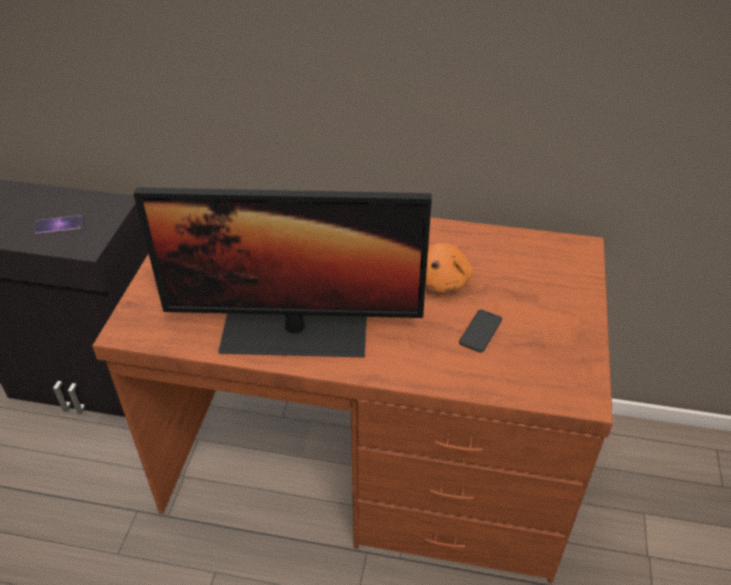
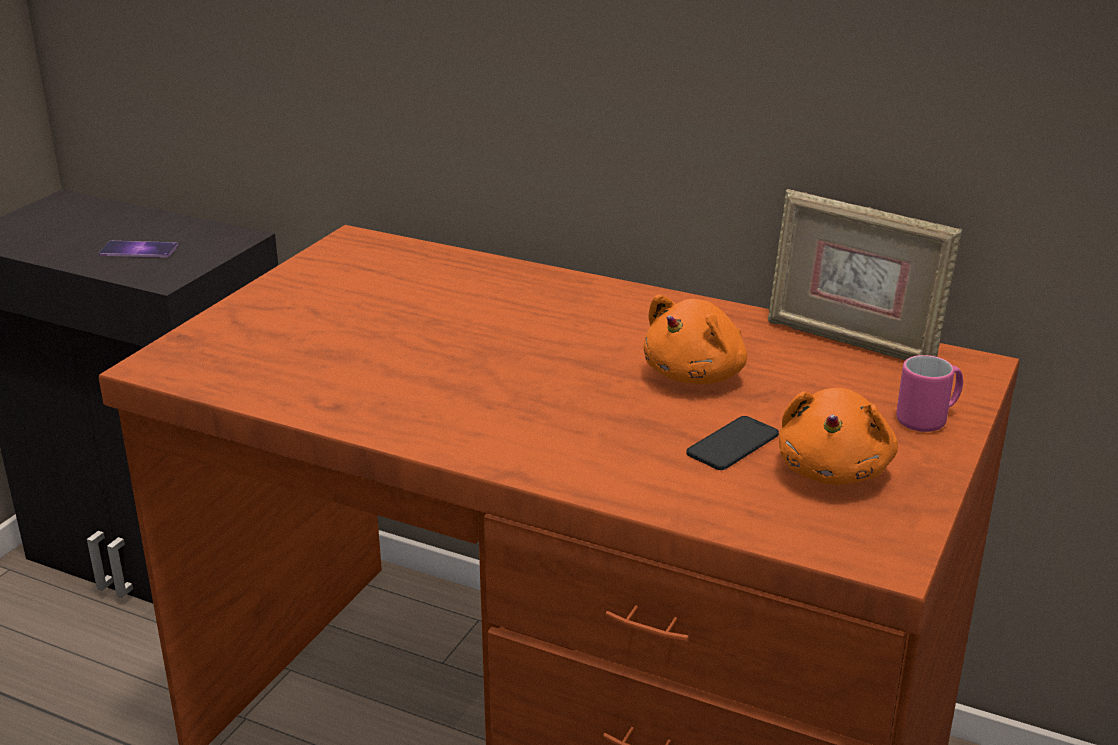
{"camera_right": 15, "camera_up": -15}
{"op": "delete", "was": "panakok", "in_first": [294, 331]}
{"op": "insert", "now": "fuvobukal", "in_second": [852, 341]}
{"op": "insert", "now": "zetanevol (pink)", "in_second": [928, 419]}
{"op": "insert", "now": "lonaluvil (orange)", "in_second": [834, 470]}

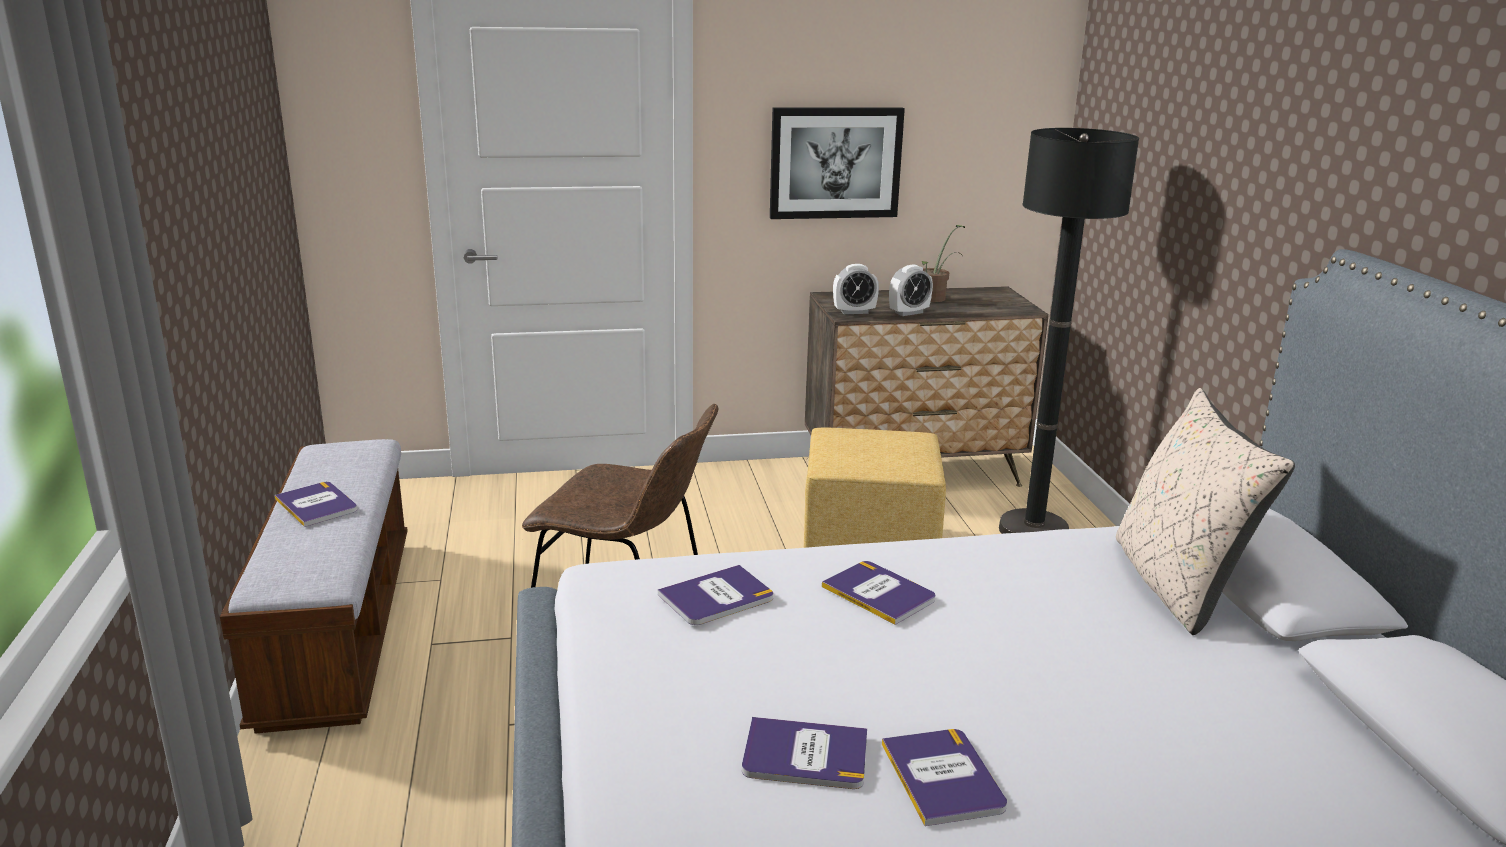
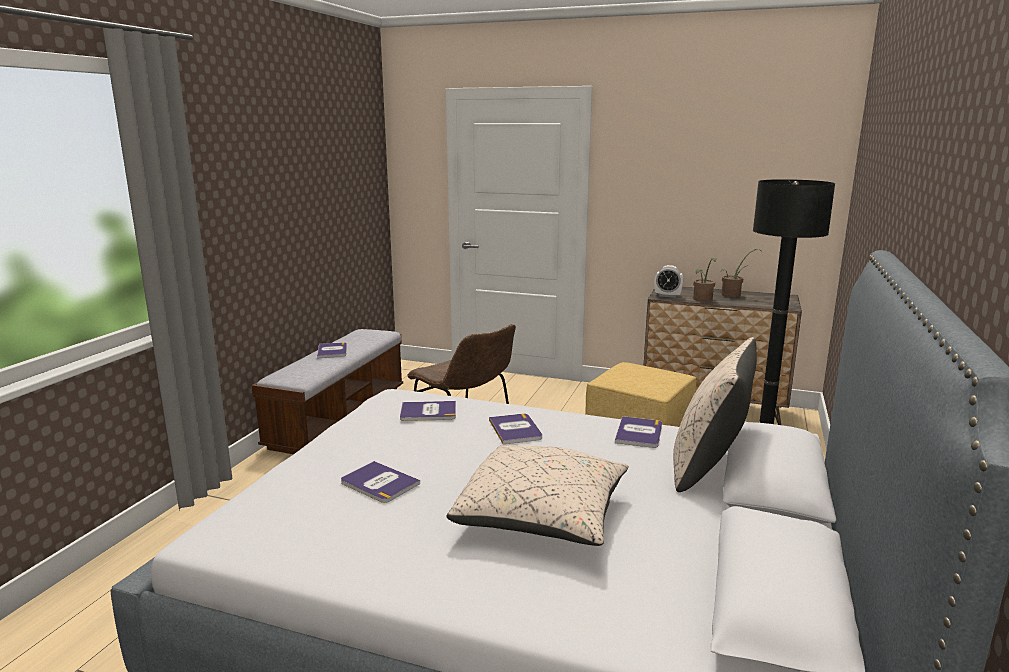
{"camera_right": 30, "camera_up": -5}
{"op": "delete", "was": "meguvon", "in_first": [835, 163]}
{"op": "replace", "was": "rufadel", "now": "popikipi", "in_first": [909, 313], "in_second": [702, 300]}
{"op": "move", "was": "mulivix", "in_first": [943, 777], "in_second": [639, 433]}
{"op": "insert", "now": "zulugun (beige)", "in_second": [542, 517]}

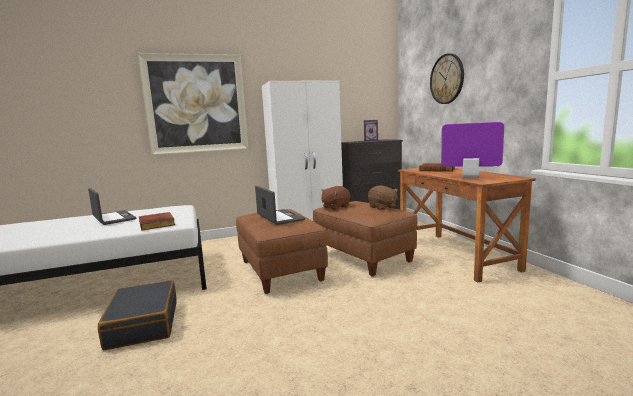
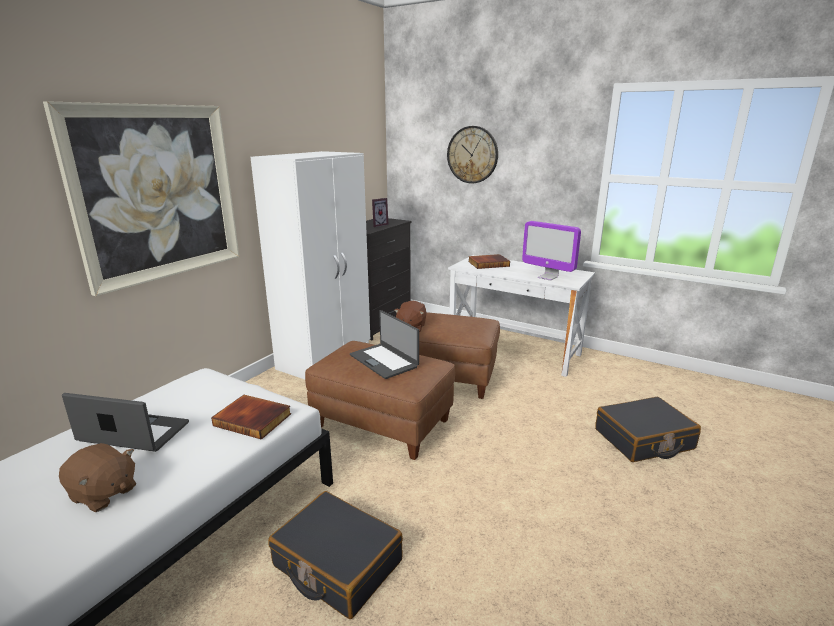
{"camera_right": -40, "camera_up": 10}
{"op": "rotate", "was": "panakok", "in_first": [470, 177], "in_second": [547, 277], "clockwise": -120}
{"op": "recolor", "was": "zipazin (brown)", "now": "zipazin (white)", "in_first": [455, 255], "in_second": [514, 351]}
{"op": "move", "was": "lonaluvil (brown)", "in_first": [382, 207], "in_second": [103, 494]}
{"op": "rotate", "was": "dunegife", "in_first": [279, 217], "in_second": [384, 361], "clockwise": -150}
{"op": "insert", "now": "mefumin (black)", "in_second": [644, 440]}

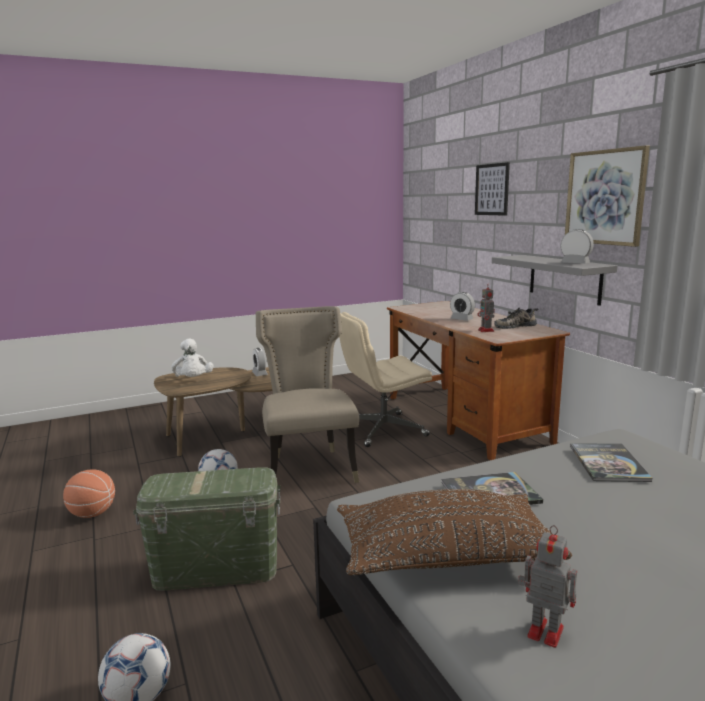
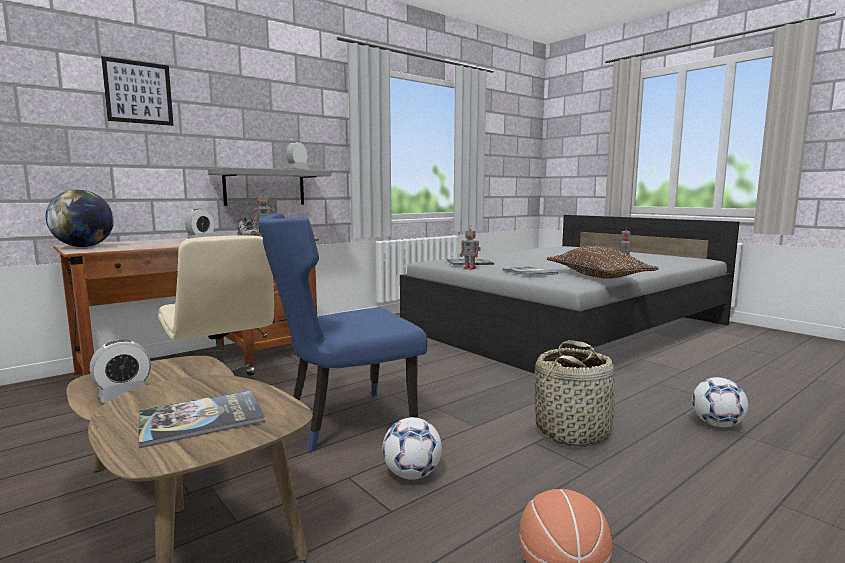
{"camera_right": -105, "camera_up": -5}
{"op": "delete", "was": "meguvon", "in_first": [605, 197]}
{"op": "recolor", "was": "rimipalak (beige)", "now": "rimipalak (blue)", "in_first": [309, 468], "in_second": [344, 423]}
{"op": "replace", "was": "lonaluvil (white)", "now": "mulivix", "in_first": [193, 380], "in_second": [201, 419]}
{"op": "replace", "was": "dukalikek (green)", "now": "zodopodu", "in_first": [216, 569], "in_second": [573, 432]}
{"op": "insert", "now": "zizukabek", "in_second": [84, 246]}
{"op": "insert", "now": "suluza", "in_second": [470, 268]}

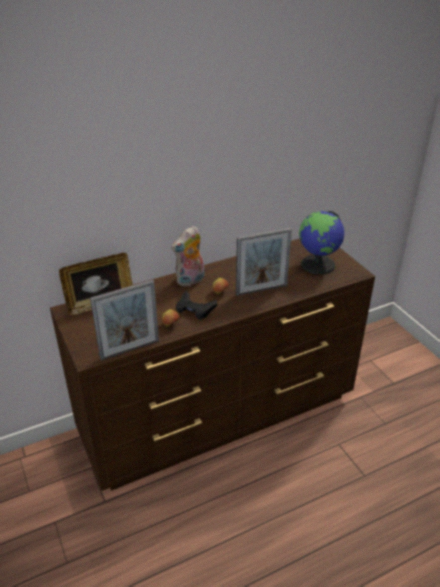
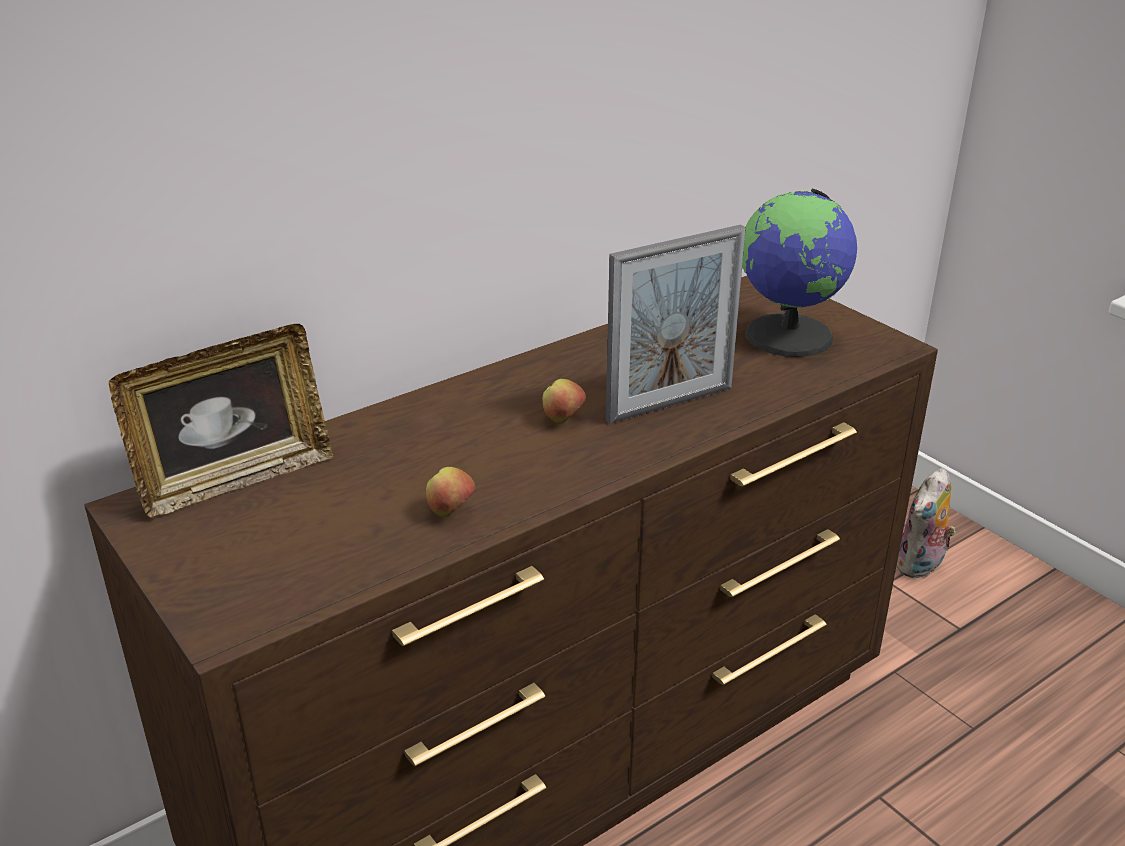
{"camera_right": -10, "camera_up": -5}
{"op": "move", "was": "lonaluvil", "in_first": [190, 281], "in_second": [921, 566]}
{"op": "delete", "was": "fuvobukal", "in_first": [130, 349]}
{"op": "delete", "was": "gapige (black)", "in_first": [195, 309]}

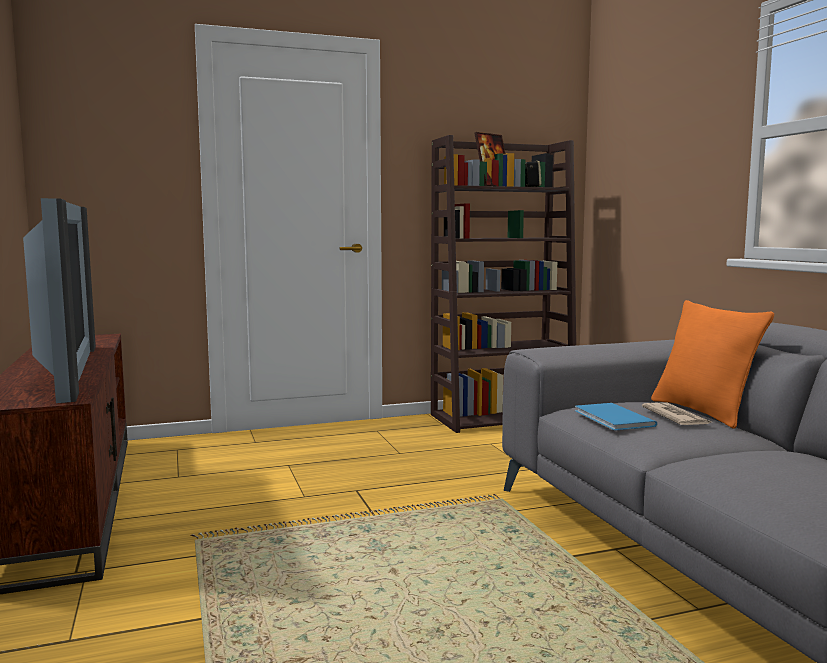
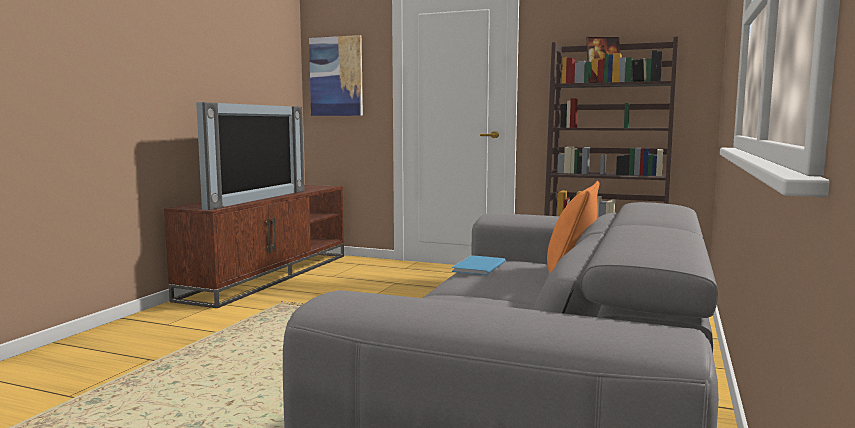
{"camera_right": 40, "camera_up": 0}
{"op": "delete", "was": "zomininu", "in_first": [676, 417]}
{"op": "insert", "now": "meguvon", "in_second": [336, 76]}

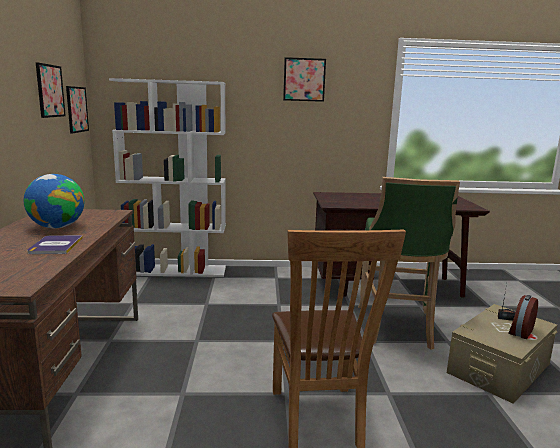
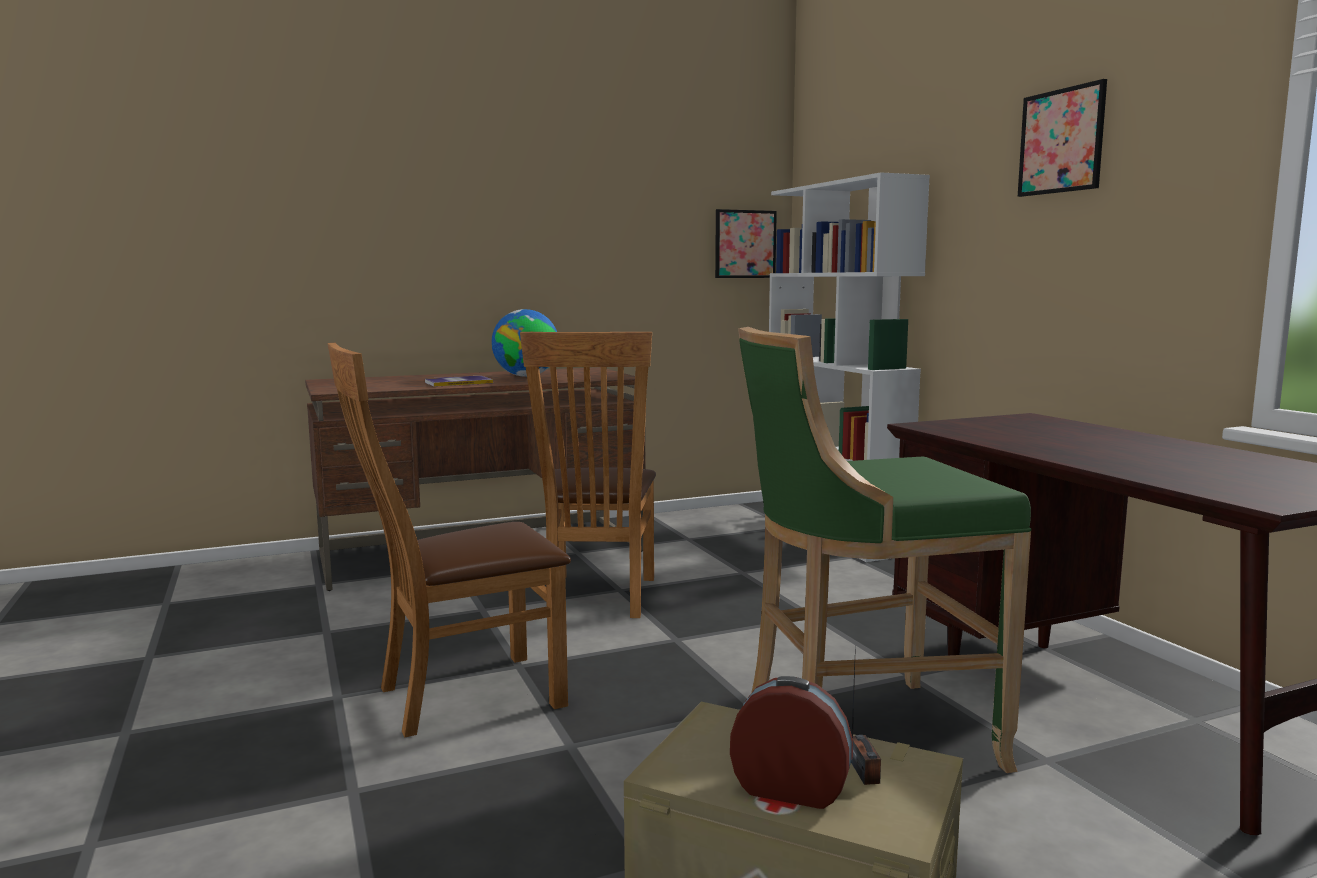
{"camera_right": 70, "camera_up": -5}
{"op": "delete", "was": "meguvon", "in_first": [50, 91]}
{"op": "insert", "now": "rimipalak (brown)", "in_second": [598, 599]}

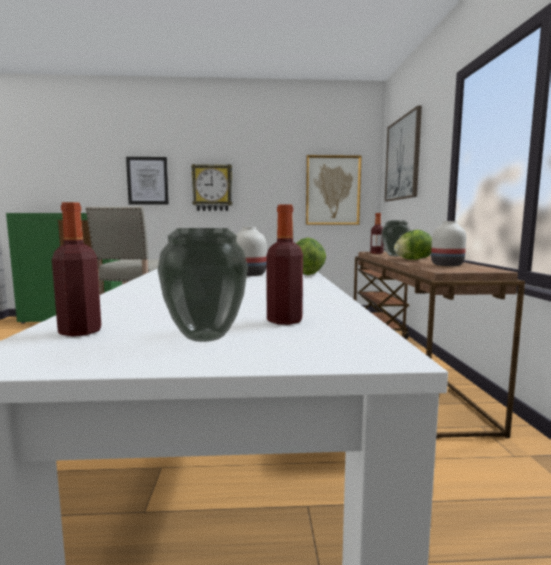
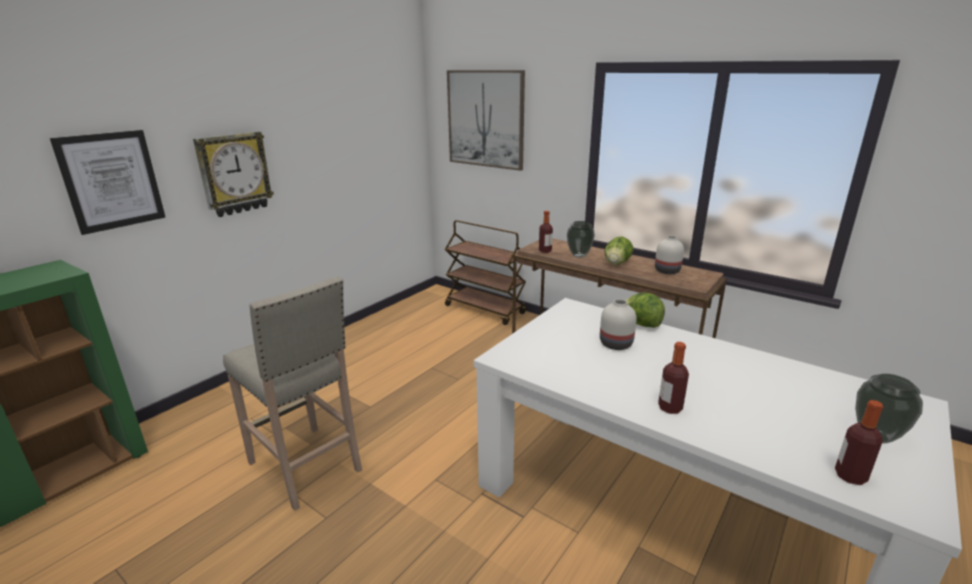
{"camera_right": -50, "camera_up": 15}
{"op": "delete", "was": "meguvon", "in_first": [332, 190]}
{"op": "move", "was": "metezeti", "in_first": [284, 321], "in_second": [670, 408]}

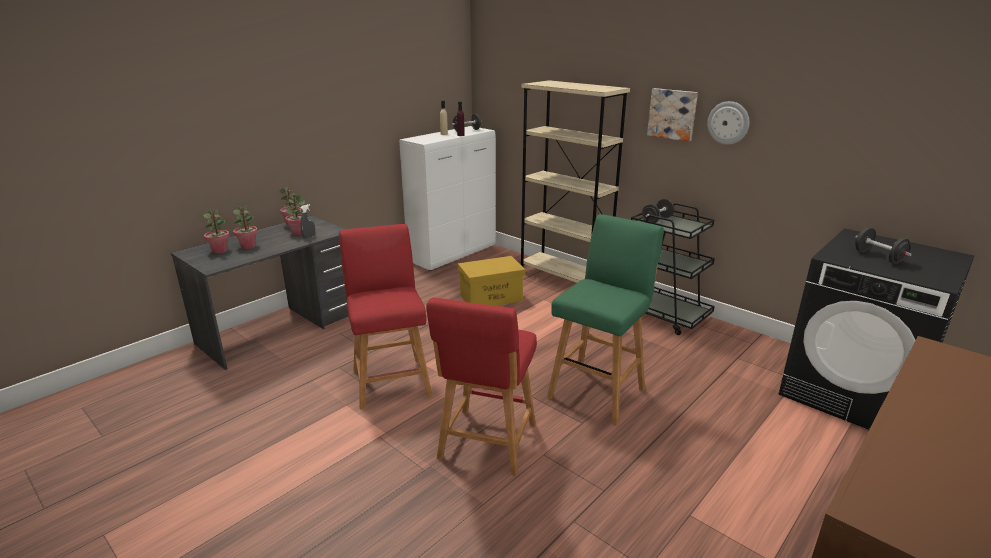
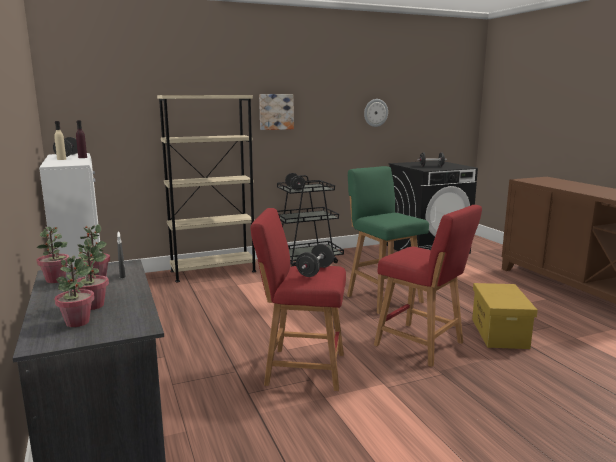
{"camera_right": -65, "camera_up": -10}
{"op": "move", "was": "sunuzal", "in_first": [728, 123], "in_second": [375, 112]}
{"op": "move", "was": "dukalikek (yellow)", "in_first": [491, 298], "in_second": [498, 333]}
{"op": "insert", "now": "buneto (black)", "in_second": [315, 271]}

